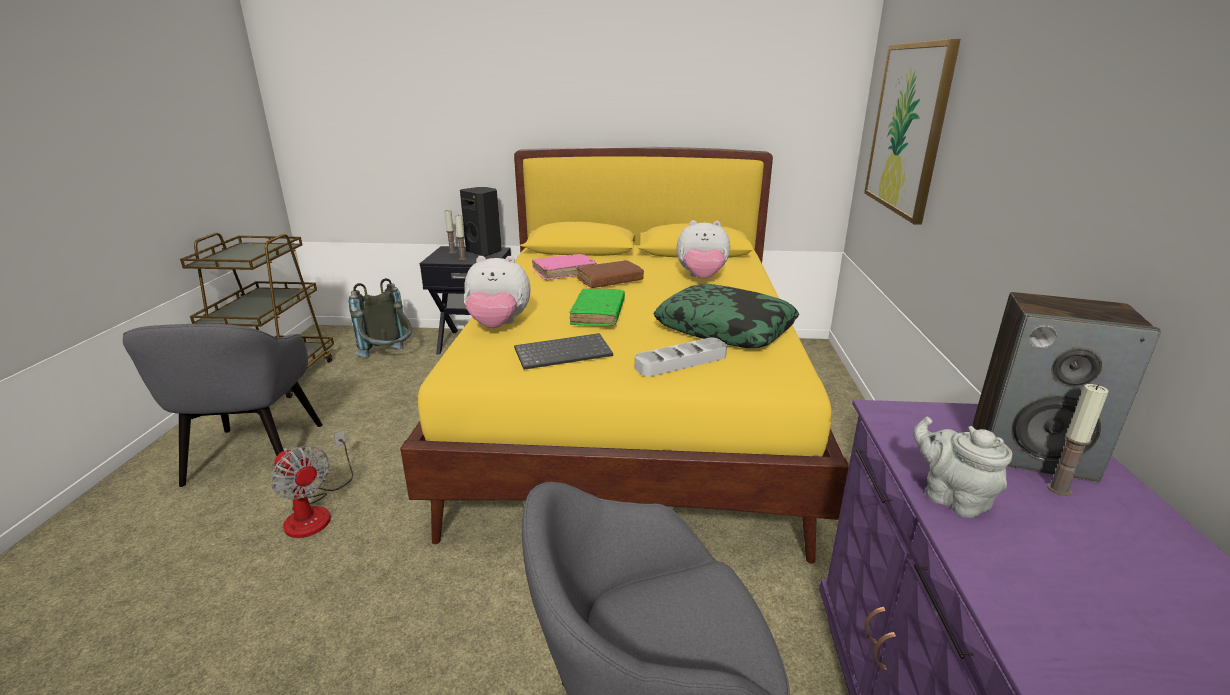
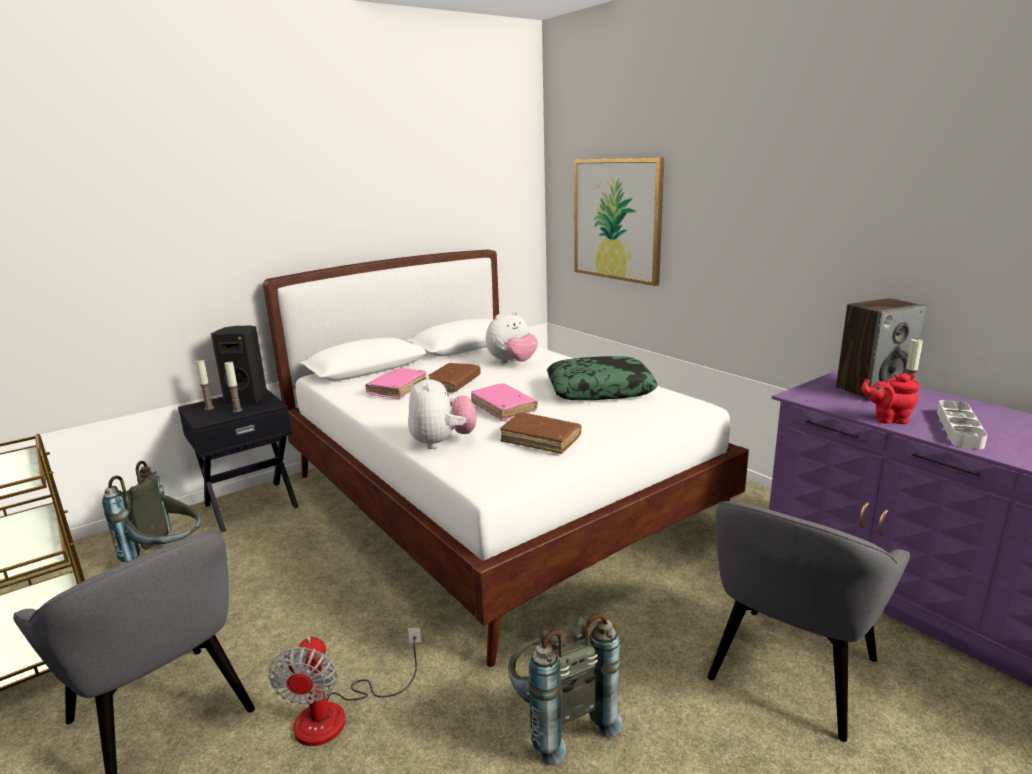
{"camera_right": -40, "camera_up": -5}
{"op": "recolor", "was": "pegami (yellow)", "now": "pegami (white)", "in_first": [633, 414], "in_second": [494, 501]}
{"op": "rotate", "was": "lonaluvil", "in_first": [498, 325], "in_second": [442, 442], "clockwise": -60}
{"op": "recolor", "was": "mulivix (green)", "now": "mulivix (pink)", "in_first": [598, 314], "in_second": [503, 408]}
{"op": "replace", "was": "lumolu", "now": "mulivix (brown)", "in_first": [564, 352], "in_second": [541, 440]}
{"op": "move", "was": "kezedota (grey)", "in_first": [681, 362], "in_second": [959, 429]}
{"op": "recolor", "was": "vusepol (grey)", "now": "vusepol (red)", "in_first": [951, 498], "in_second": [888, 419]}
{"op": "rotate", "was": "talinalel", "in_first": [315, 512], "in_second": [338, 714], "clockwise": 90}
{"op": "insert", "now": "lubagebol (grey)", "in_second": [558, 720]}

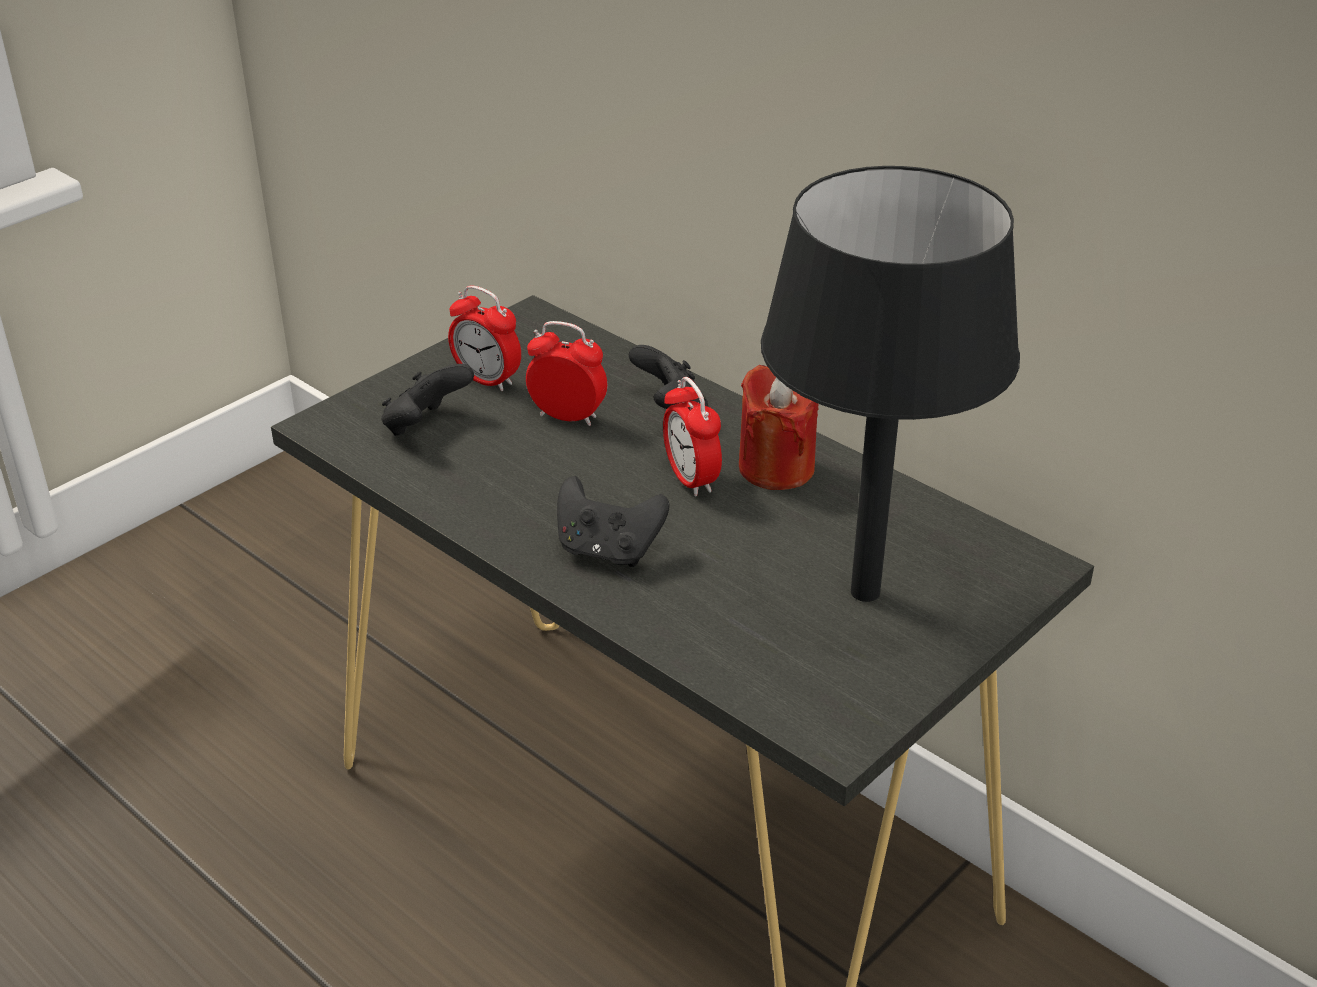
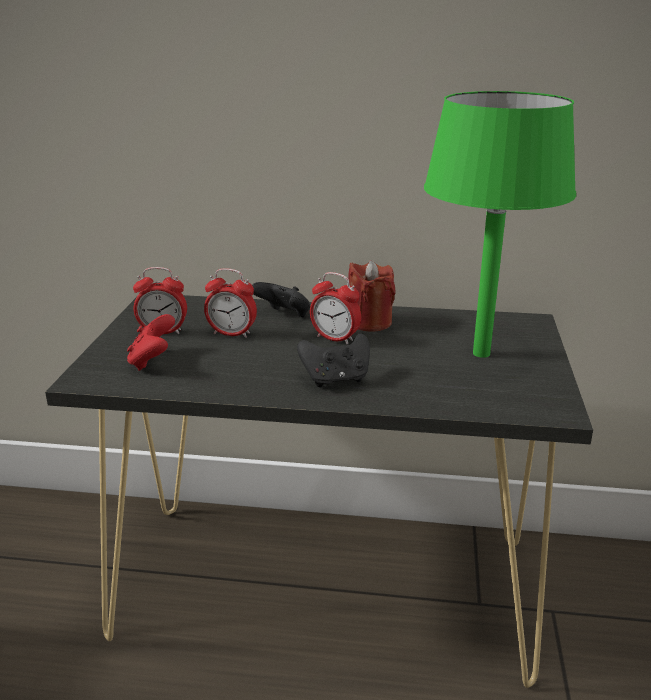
{"camera_right": -35, "camera_up": -10}
{"op": "recolor", "was": "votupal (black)", "now": "votupal (green)", "in_first": [865, 591], "in_second": [480, 353]}
{"op": "rotate", "was": "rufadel", "in_first": [567, 416], "in_second": [232, 334], "clockwise": -150}
{"op": "recolor", "was": "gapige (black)", "now": "gapige (red)", "in_first": [425, 426], "in_second": [152, 361]}

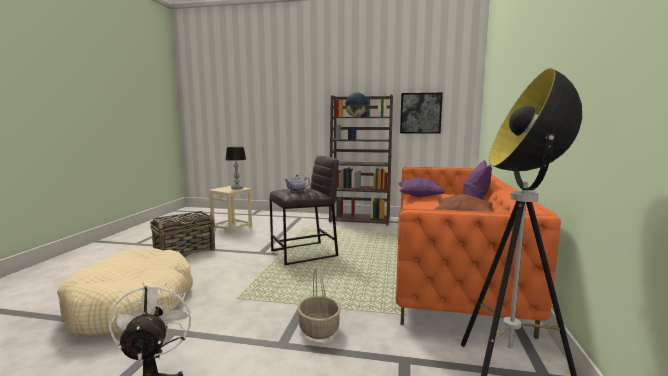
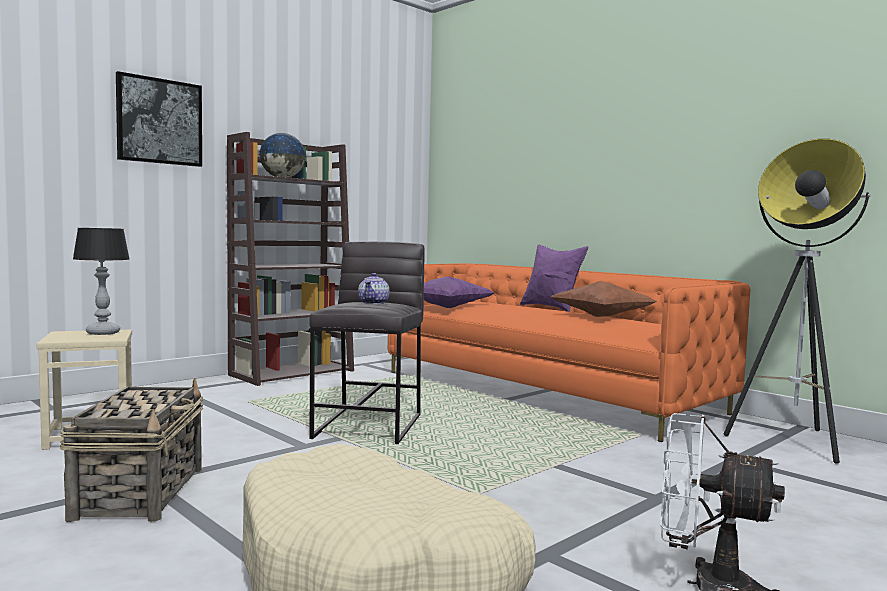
{"camera_right": -55, "camera_up": -5}
{"op": "move", "was": "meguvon", "in_first": [420, 113], "in_second": [159, 121]}
{"op": "delete", "was": "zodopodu", "in_first": [319, 329]}

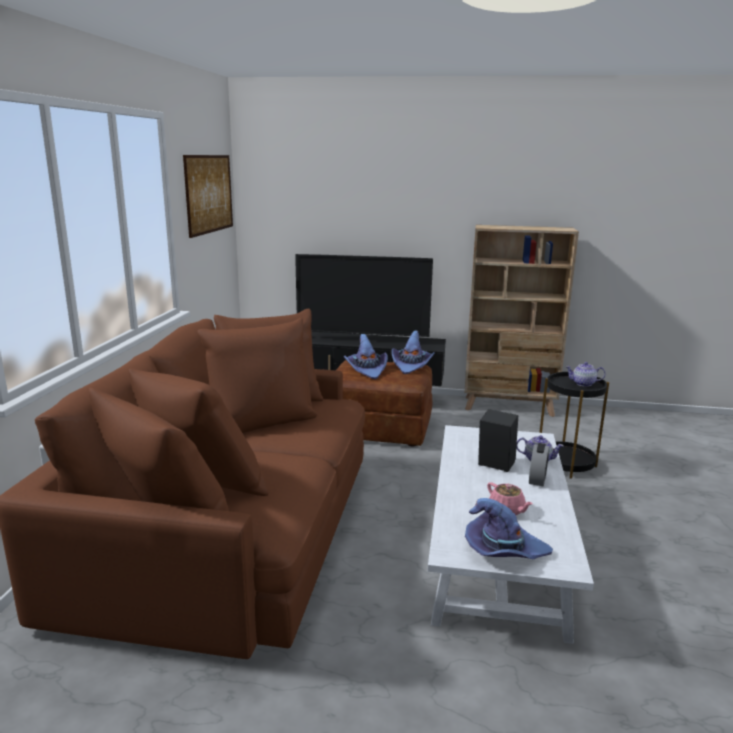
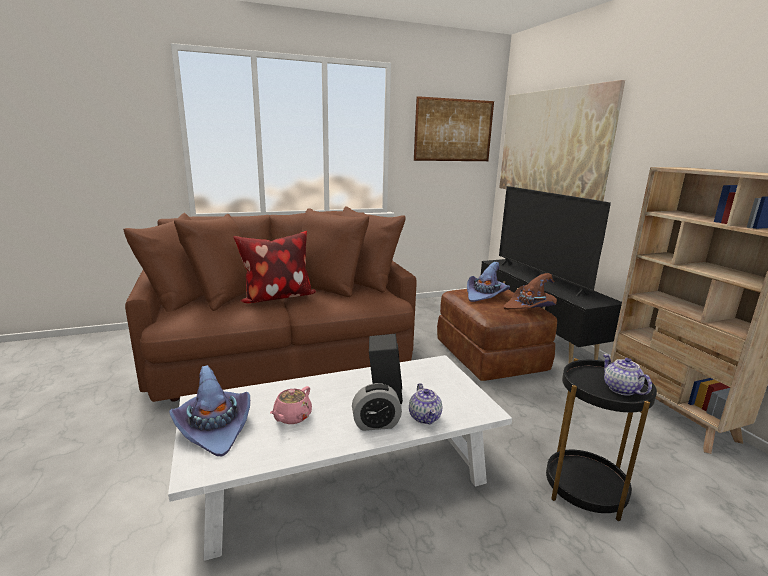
{"camera_right": 60, "camera_up": 0}
{"op": "recolor", "was": "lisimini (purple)", "now": "lisimini (brown)", "in_first": [411, 365], "in_second": [530, 307]}
{"op": "insert", "now": "meguvon", "in_second": [551, 144]}
{"op": "insert", "now": "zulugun", "in_second": [277, 298]}

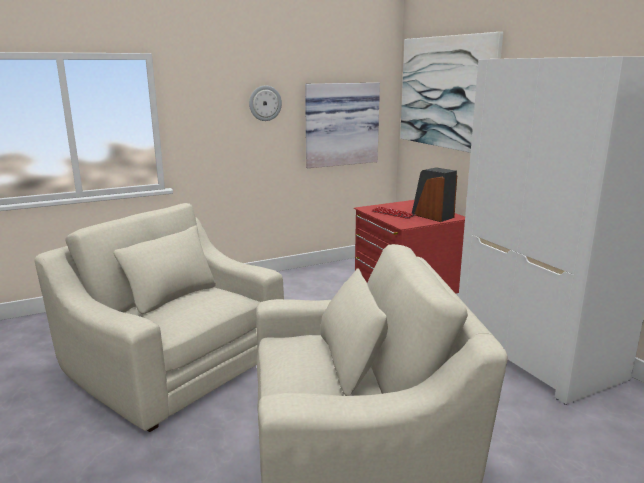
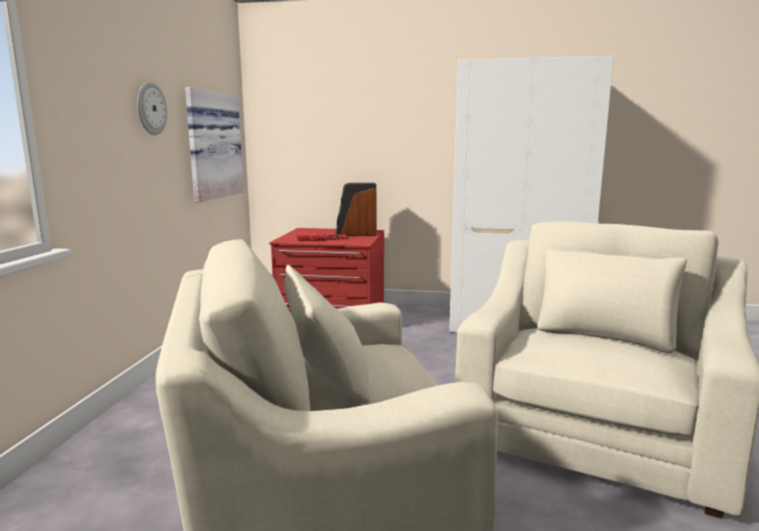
{"camera_right": -55, "camera_up": -5}
{"op": "delete", "was": "meguvon", "in_first": [446, 92]}

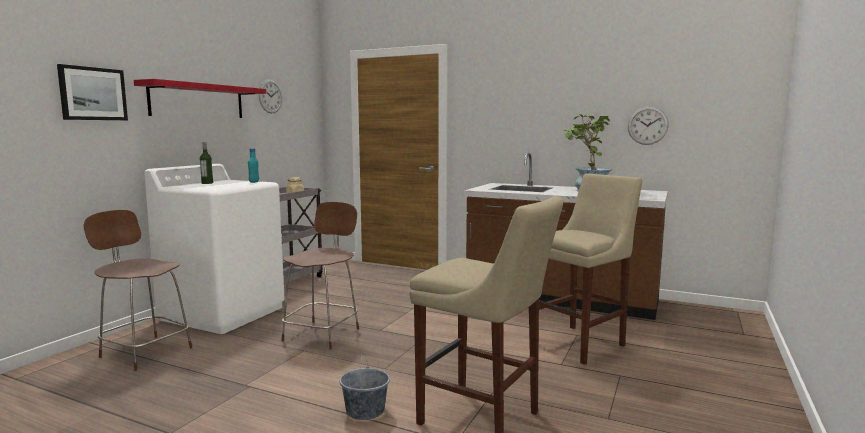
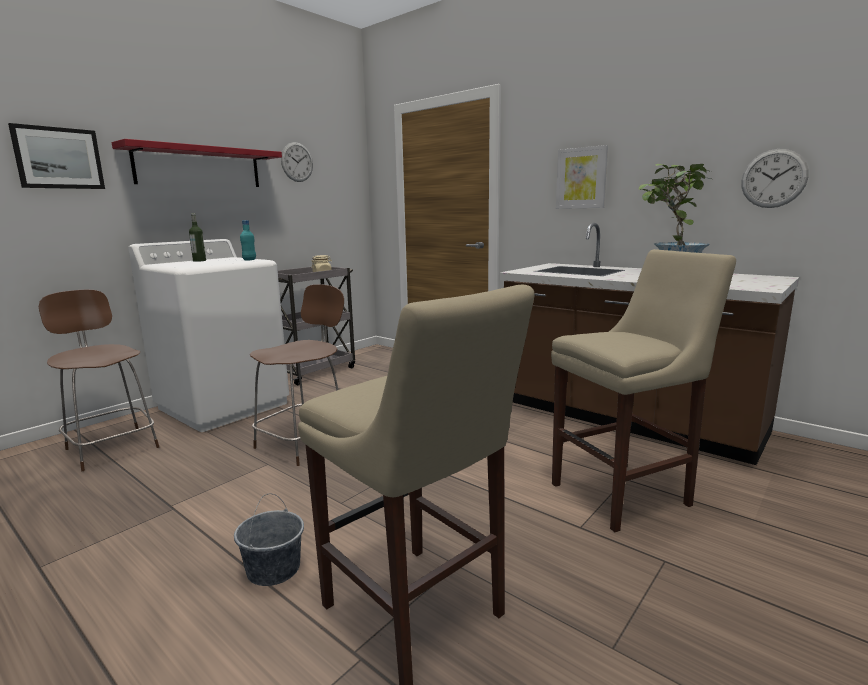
{"camera_right": 15, "camera_up": 5}
{"op": "insert", "now": "meguvon", "in_second": [581, 178]}

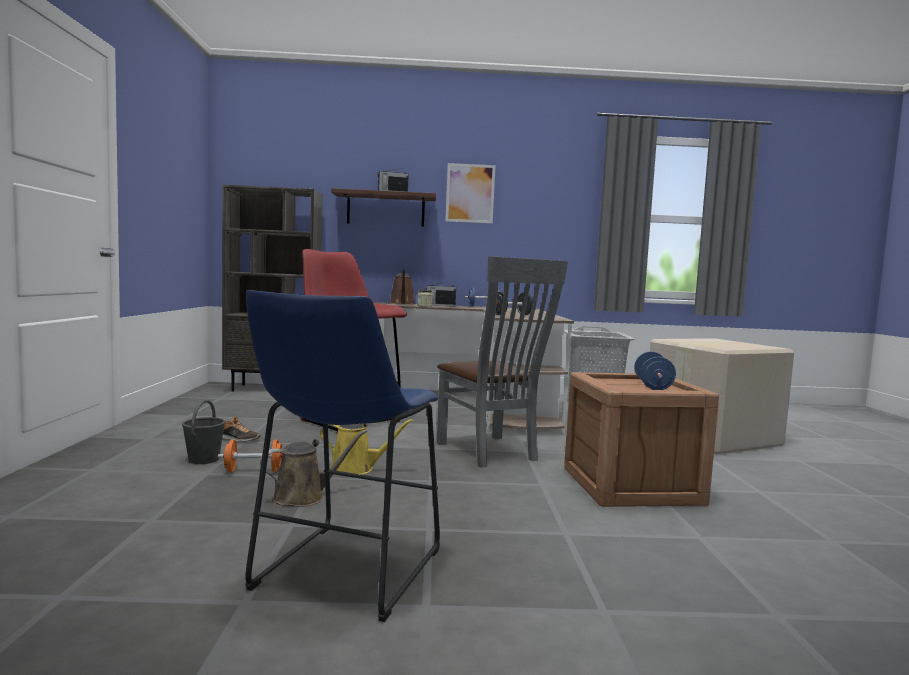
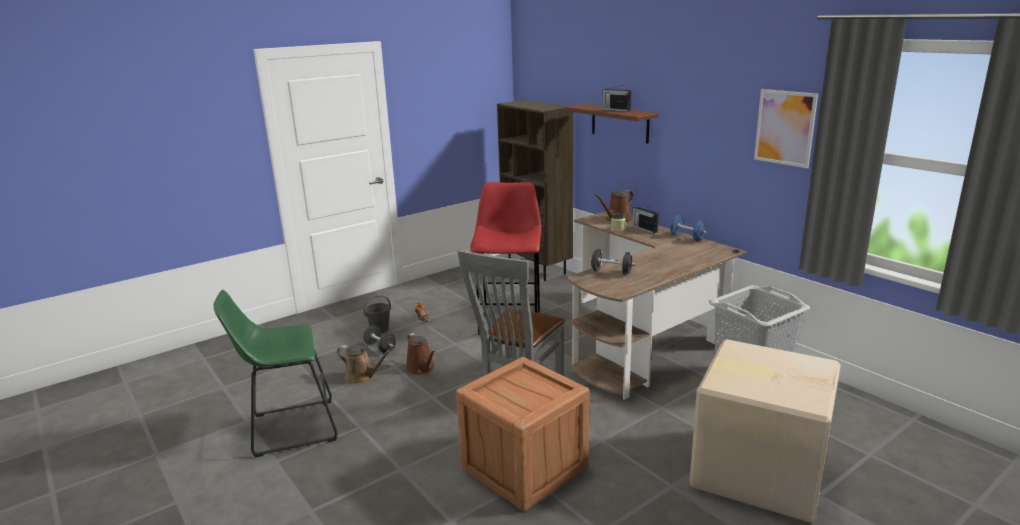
{"camera_right": 55, "camera_up": 15}
{"op": "move", "was": "meguvon", "in_first": [470, 193], "in_second": [784, 128]}
{"op": "recolor", "was": "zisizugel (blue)", "now": "zisizugel (green)", "in_first": [343, 573], "in_second": [288, 428]}
{"op": "delete", "was": "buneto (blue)", "in_first": [653, 386]}
{"op": "recolor", "was": "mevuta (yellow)", "now": "mevuta (brown)", "in_first": [356, 468], "in_second": [421, 368]}
{"op": "recolor", "was": "buneto (orange)", "now": "buneto (black)", "in_first": [253, 471], "in_second": [380, 348]}

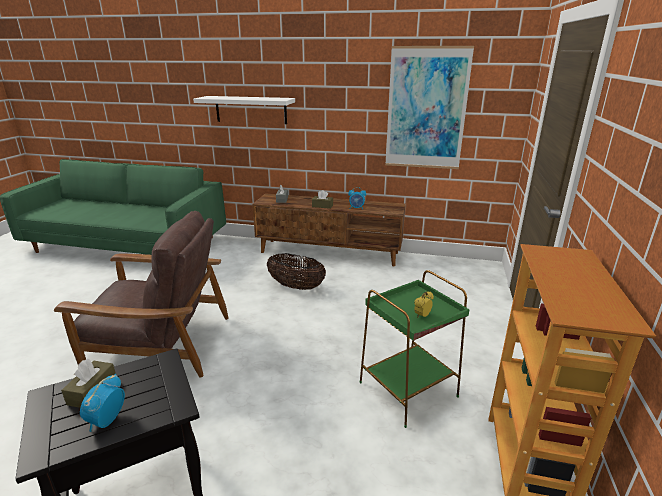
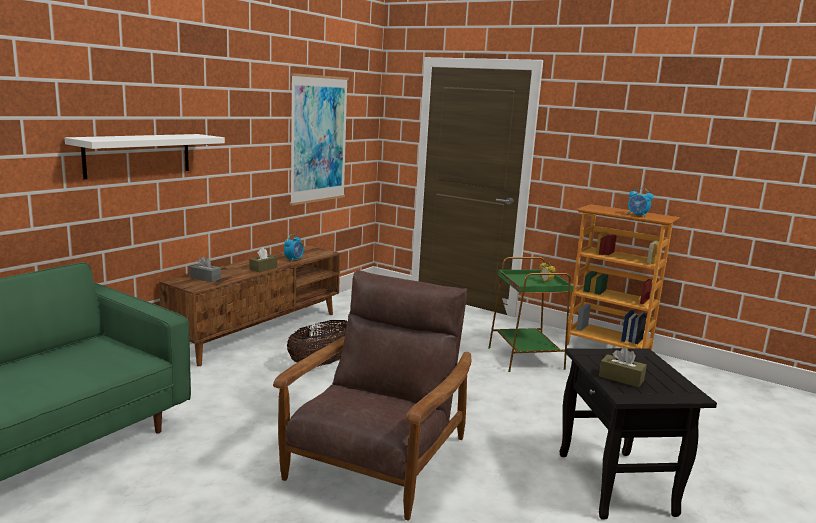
{"camera_right": -70, "camera_up": -10}
{"op": "move", "was": "rufadel", "in_first": [107, 421], "in_second": [637, 216]}

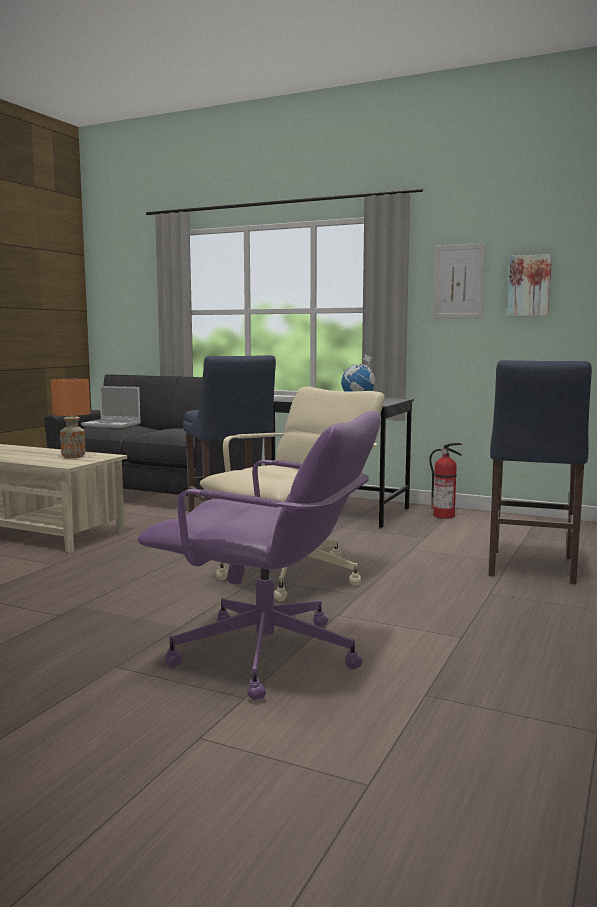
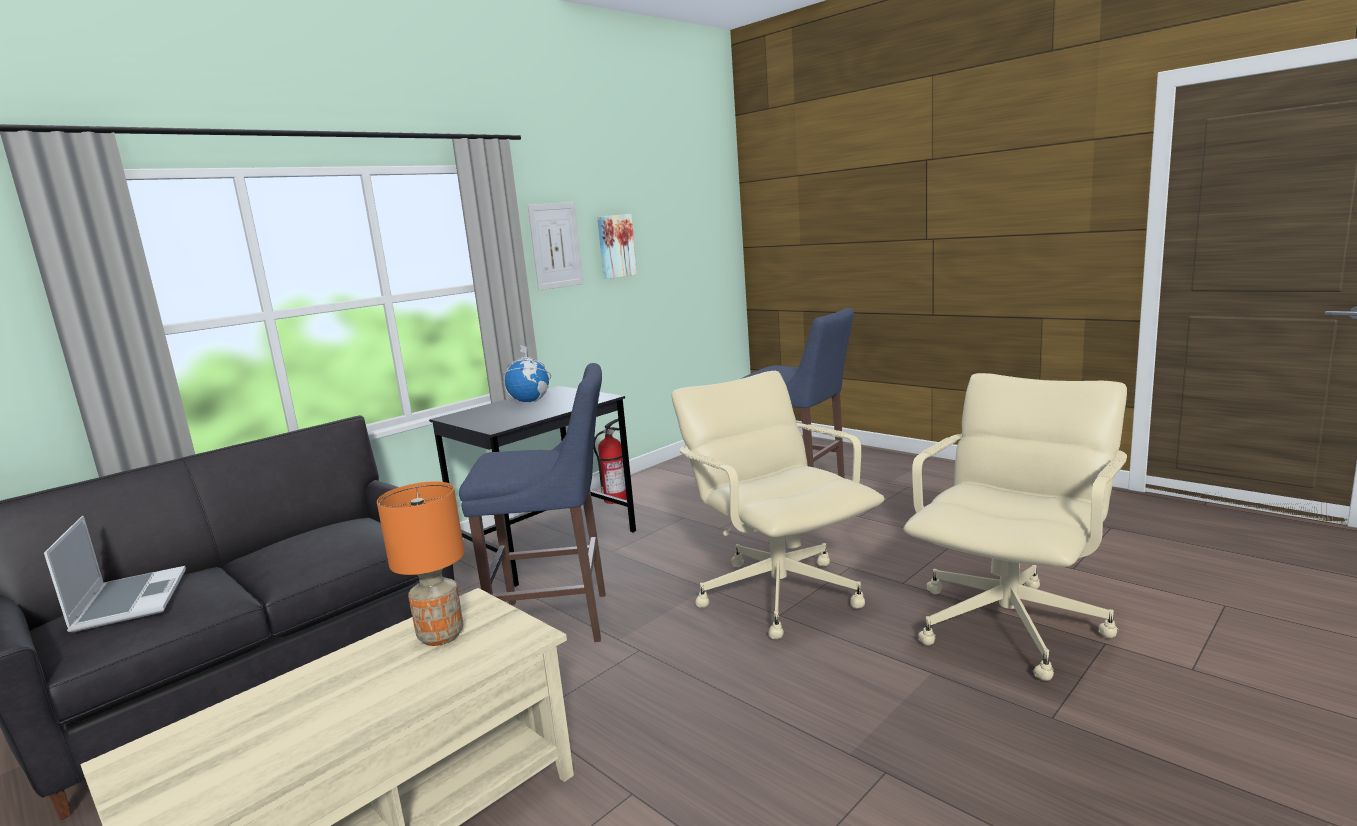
{"camera_right": -70, "camera_up": 5}
{"op": "rotate", "was": "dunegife", "in_first": [112, 425], "in_second": [129, 601], "clockwise": -60}
{"op": "recolor", "was": "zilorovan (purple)", "now": "zilorovan (beige)", "in_first": [267, 656], "in_second": [1010, 625]}

